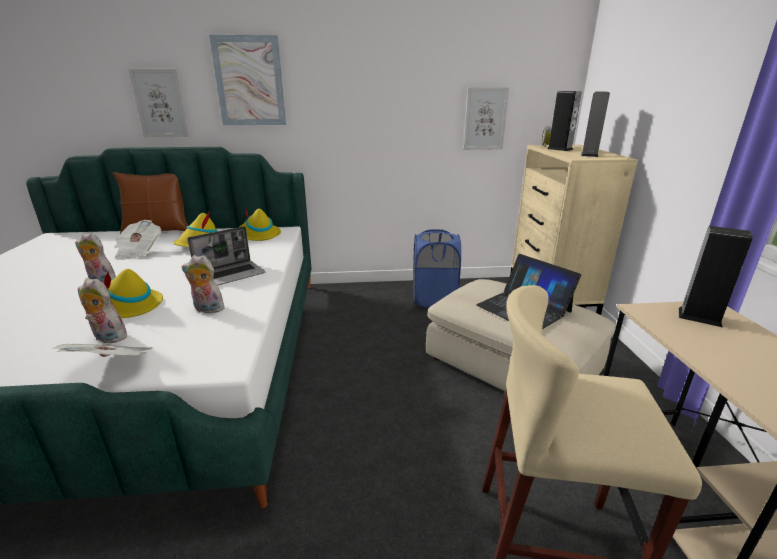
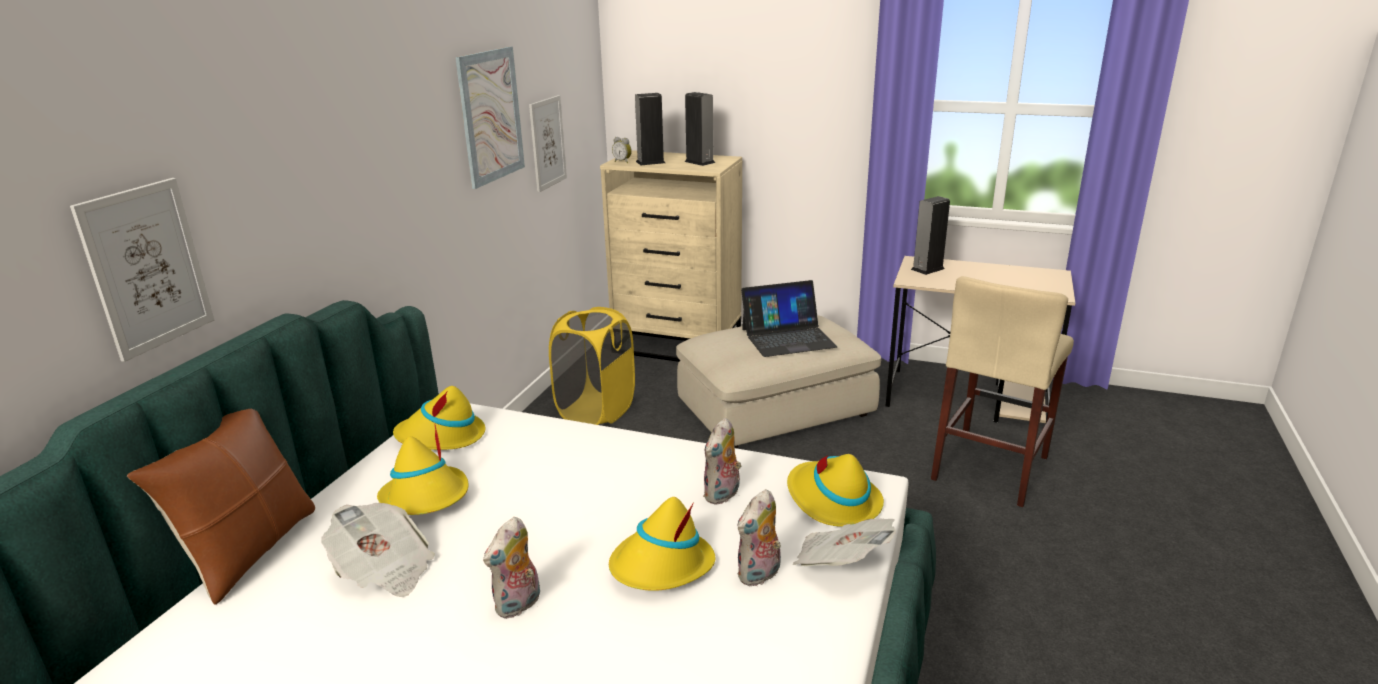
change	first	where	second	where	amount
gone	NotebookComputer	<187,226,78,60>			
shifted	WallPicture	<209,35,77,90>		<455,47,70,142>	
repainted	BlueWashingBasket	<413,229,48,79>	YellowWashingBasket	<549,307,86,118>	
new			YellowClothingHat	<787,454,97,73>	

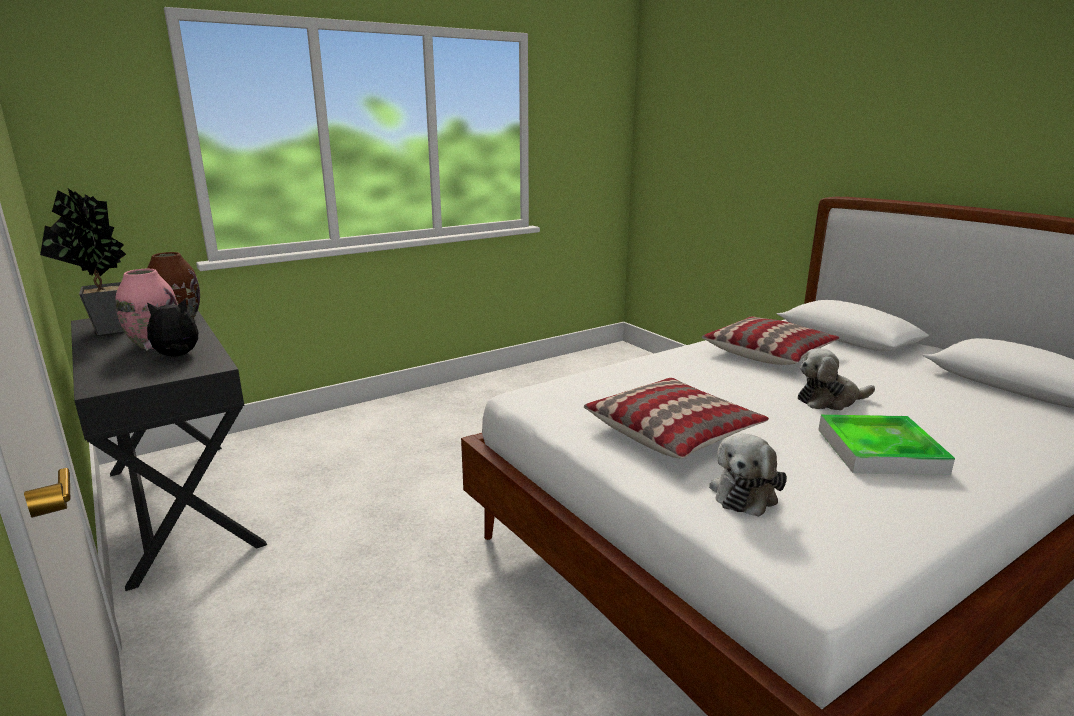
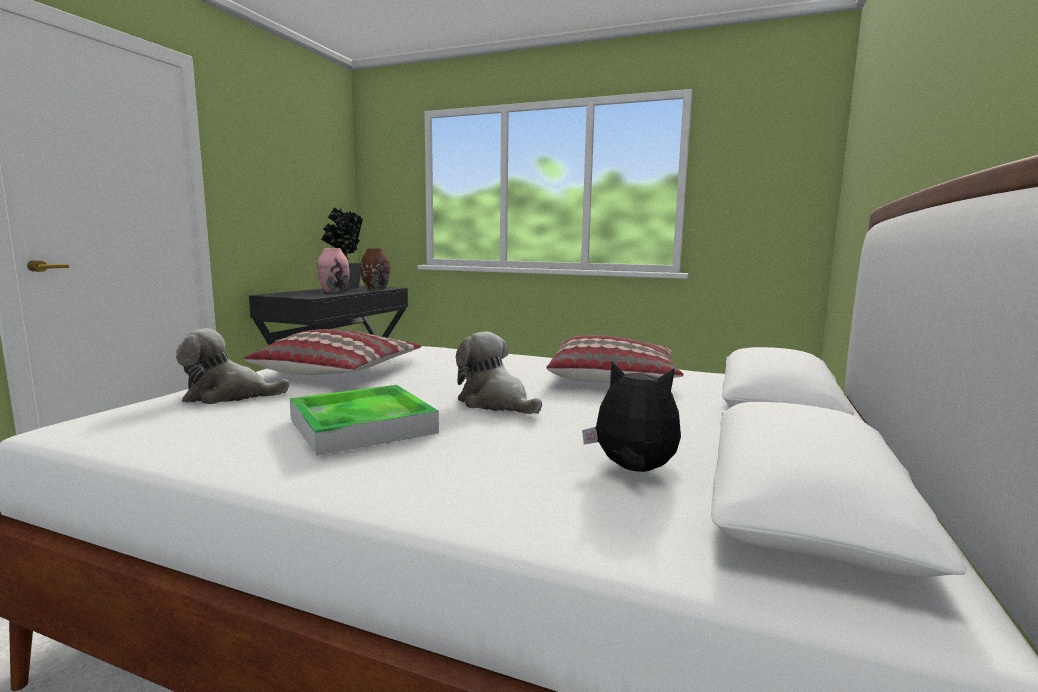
change	first	where	second	where	amount
shifted	PlushToy	<143,298,55,59>		<582,362,99,110>	

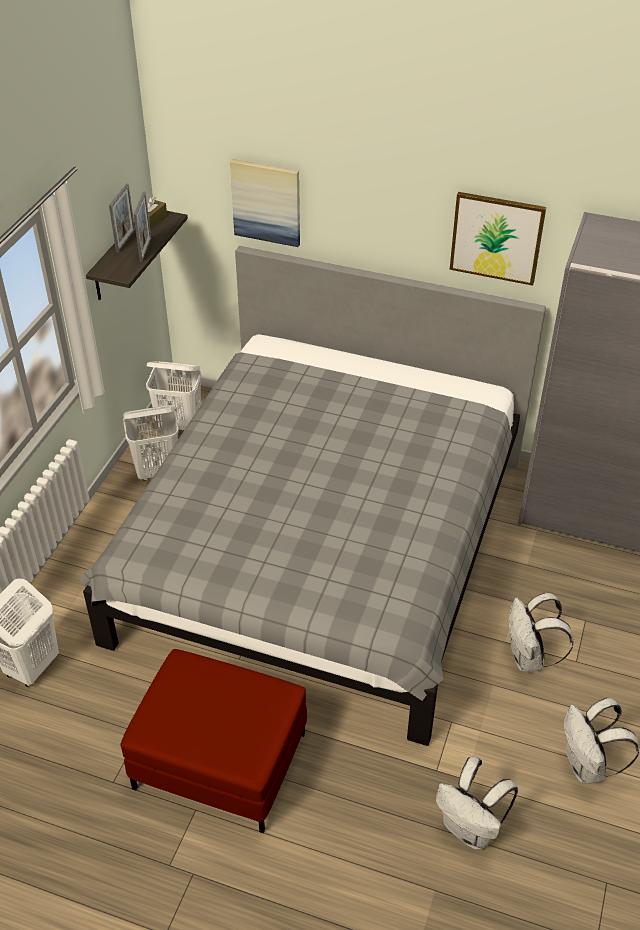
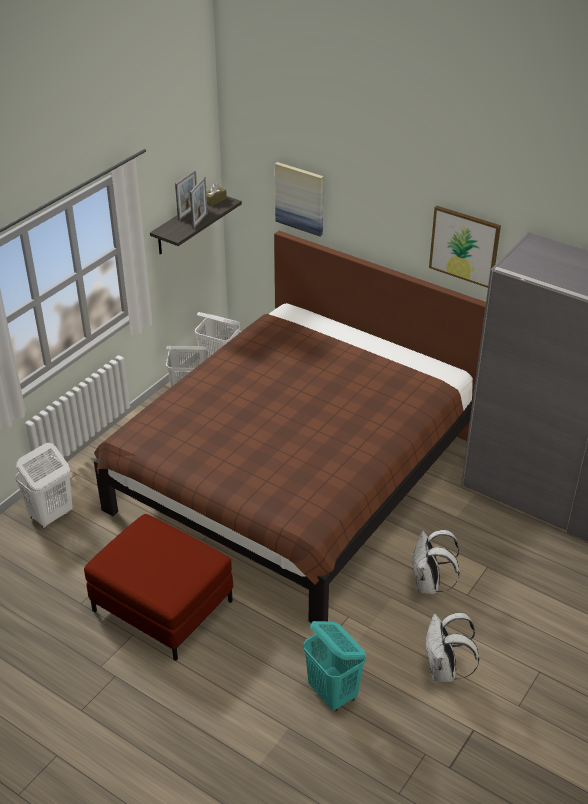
change	first	where	second	where	amount
repainted	GreyishSleepingBed	<79,246,467,500>	BrownSleepingBed	<94,231,392,398>	
swapped	WhiteBackpack	<435,757,83,93>	TurquoiseColouredWashingBasket	<303,621,63,91>	

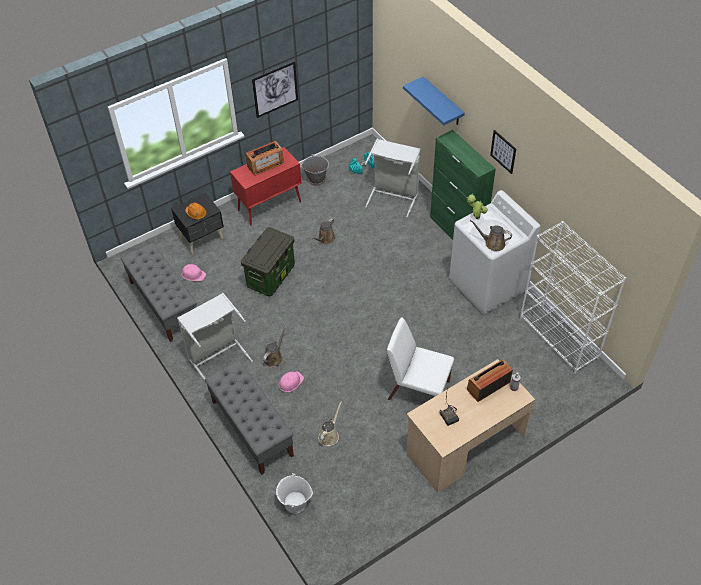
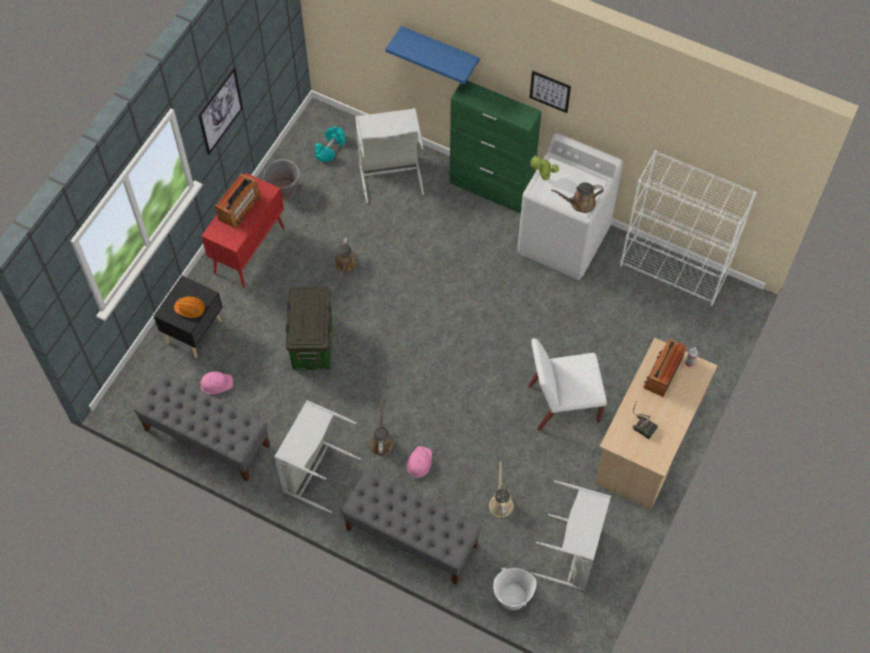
change	first	where	second	where	amount
new			GreyishWashingBasket	<531,480,80,111>	

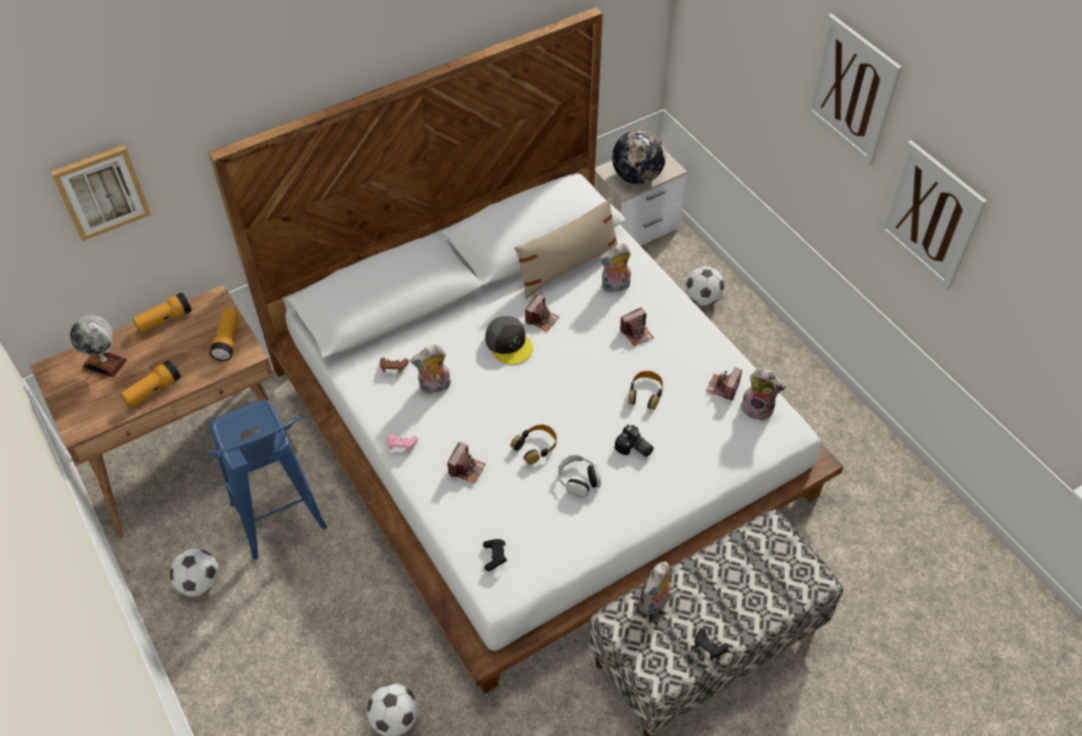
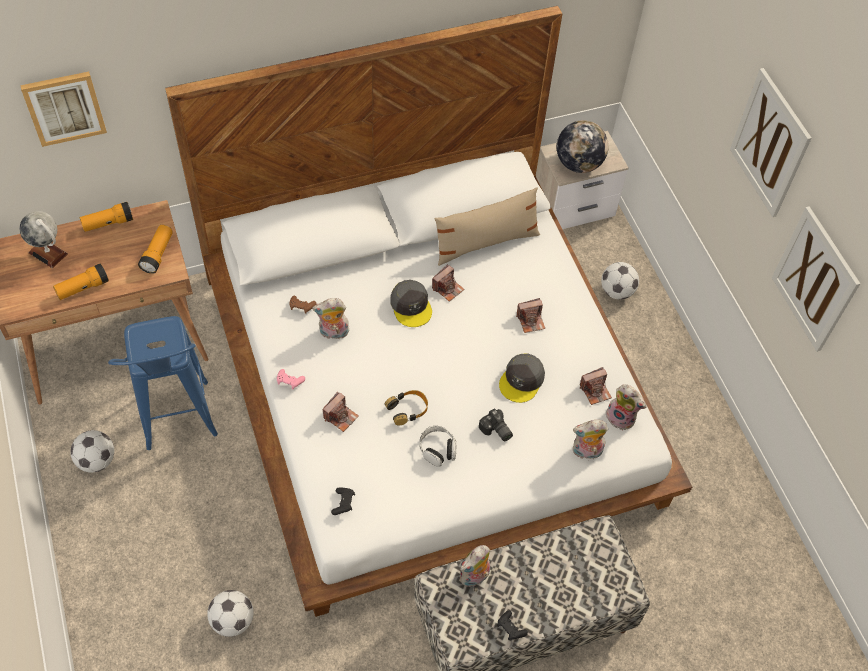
change	first	where	second	where	amount
shifted	PlushToy	<599,244,32,49>		<573,420,35,39>	
swapped	Headset	<628,371,35,39>	GreyishBaseballCap	<499,354,46,49>	
rotated	StillCamera	<706,367,36,34>		<580,367,32,38>	150 degrees counterclockwise

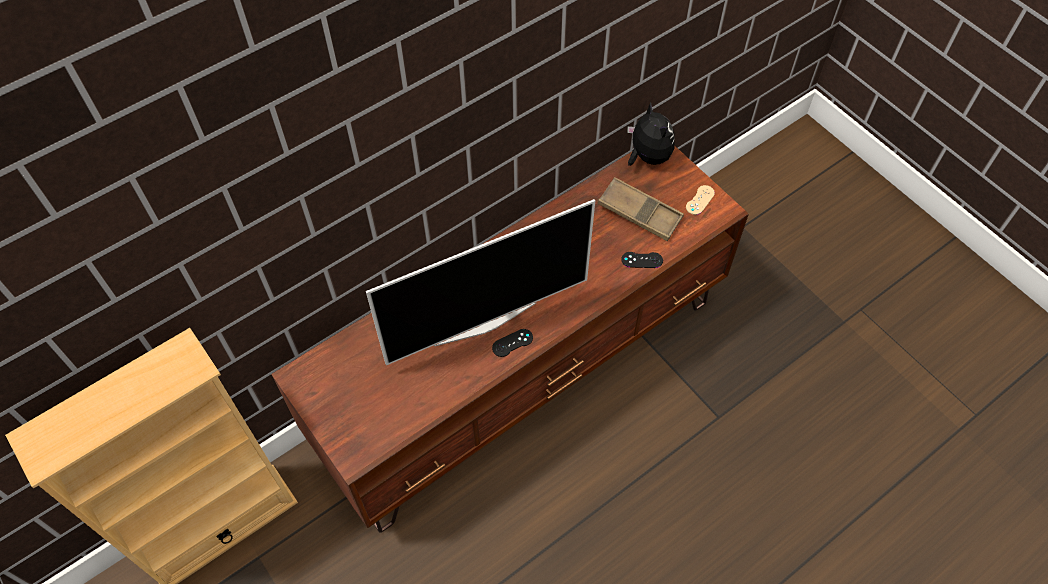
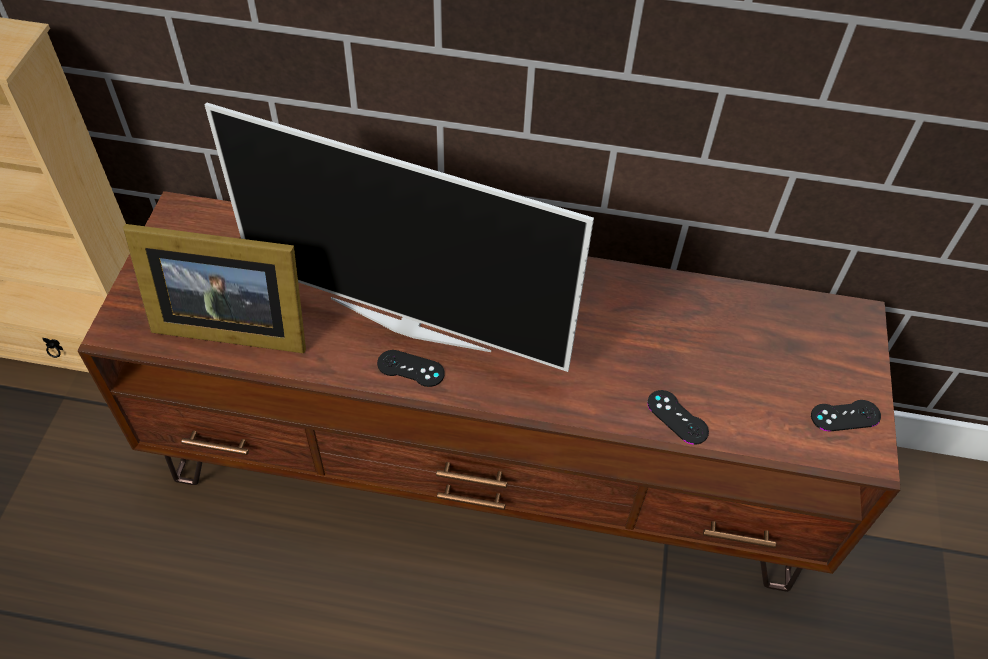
change	first	where	second	where	amount
gone	BrownServingTray	<598,177,86,64>			
gone	PlushToy	<627,102,48,64>			
repainted	BeigeColouredGameController	<686,185,29,30>	BlackishGameController	<811,400,70,31>	
new			StandingFrame	<123,224,183,129>	

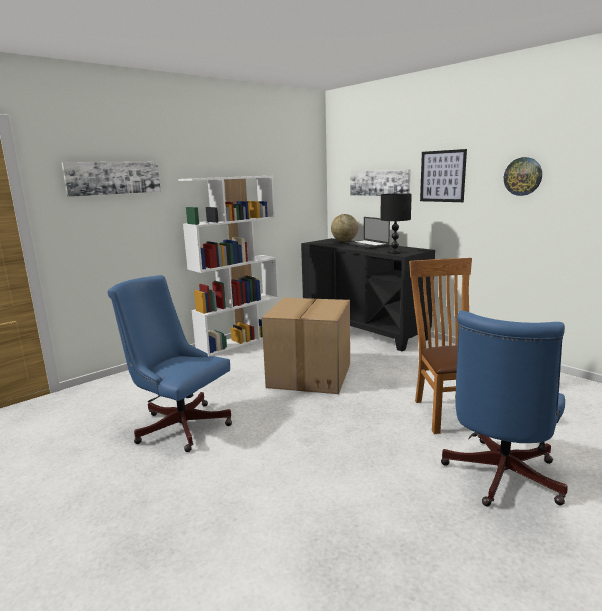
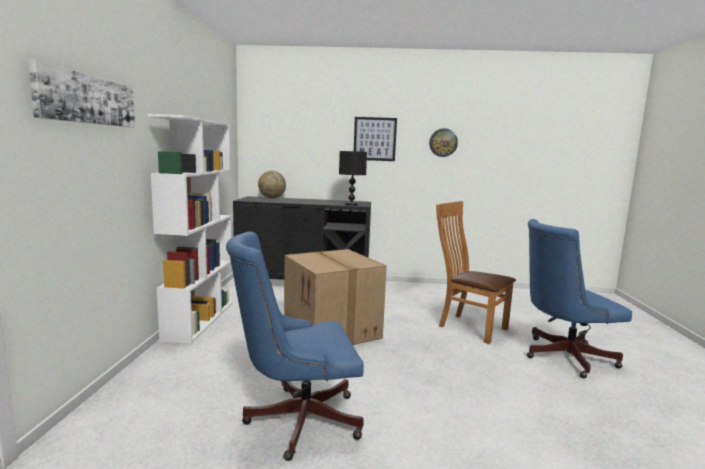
change	first	where	second	where	amount
gone	NotebookComputer	<346,217,44,32>			
gone	WallPicture	<350,170,61,26>			
rotated	BlueDeskChair	<441,310,127,196>		<527,219,105,159>	90 degrees clockwise

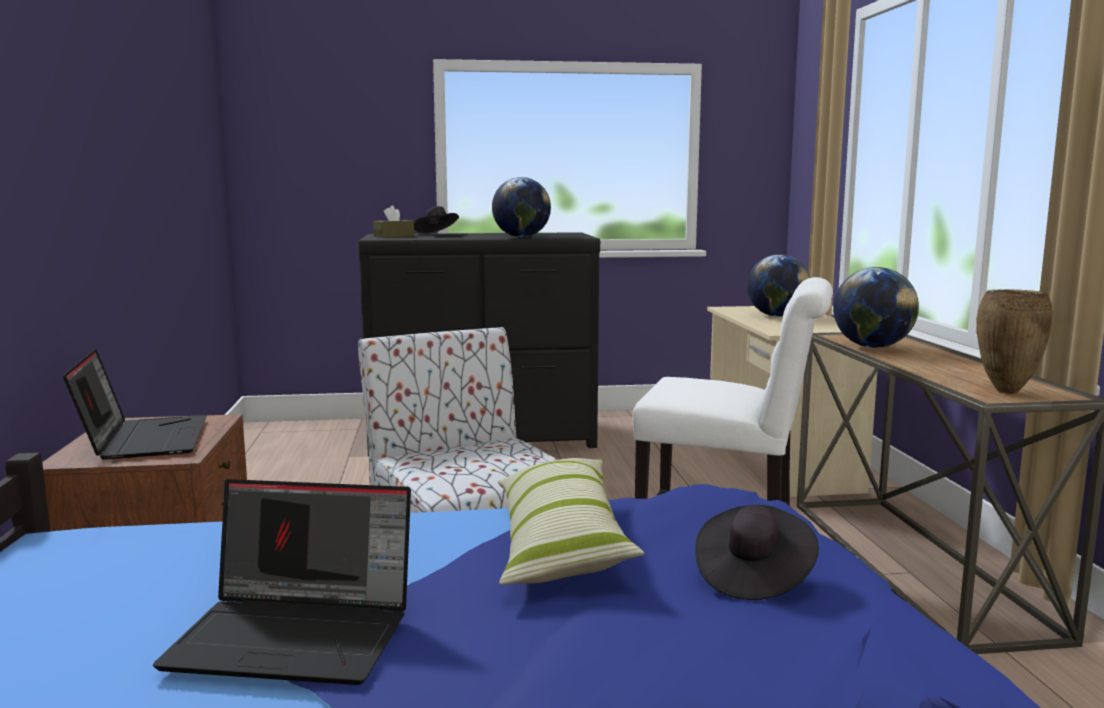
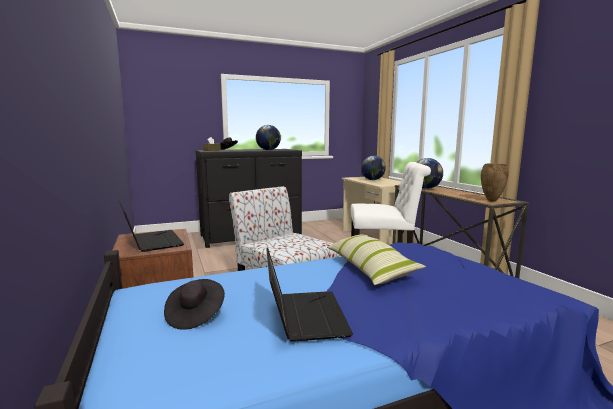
change	first	where	second	where	amount
rotated	NotebookComputer	<153,479,258,206>		<266,248,87,94>	90 degrees counterclockwise
shifted	BlackishClothingHat	<695,505,124,95>		<164,279,61,51>	

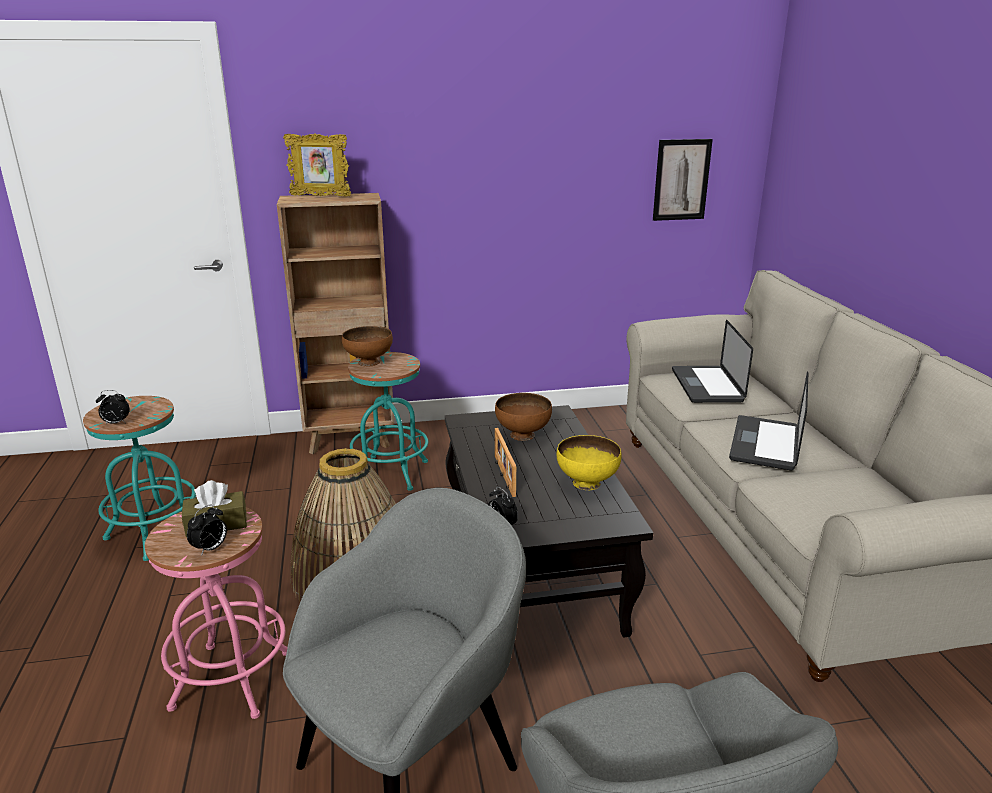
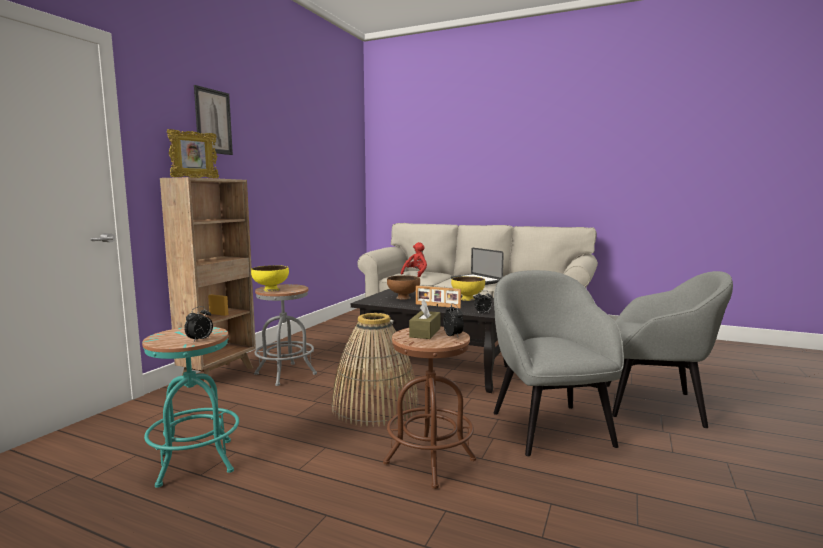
change	first	where	second	where	amount
repainted	PinkColouredSittingStool	<145,507,142,212>	BrownSittingStool	<383,327,93,162>	
repainted	BrownBowl	<342,326,51,41>	YellowBowl	<251,265,38,26>	
repainted	TurquoiseColouredSittingStool	<348,352,80,139>	GreyishSittingStool	<254,284,63,102>	
shifted	WallPicture	<653,139,60,82>		<194,85,39,70>	
swapped	NotebookComputer	<672,320,81,83>	ReddishPlushToy	<401,242,26,35>	

